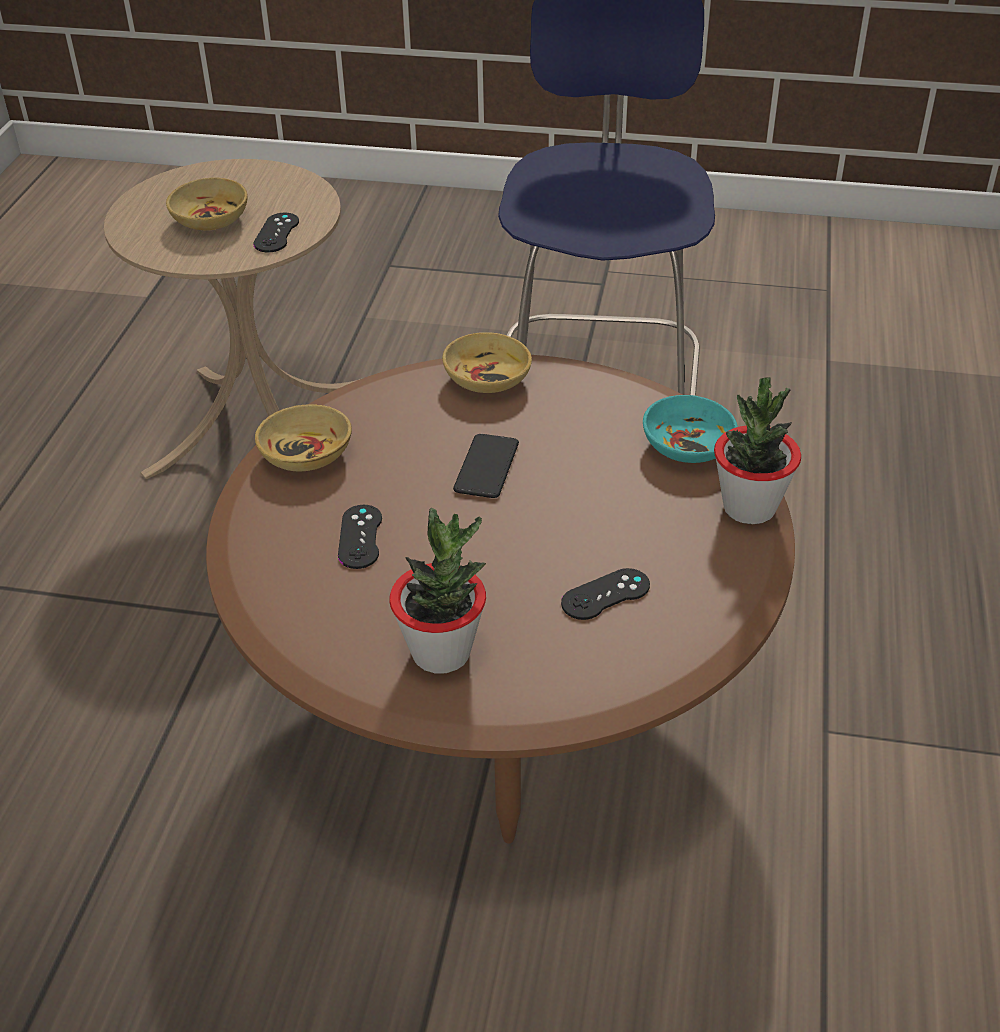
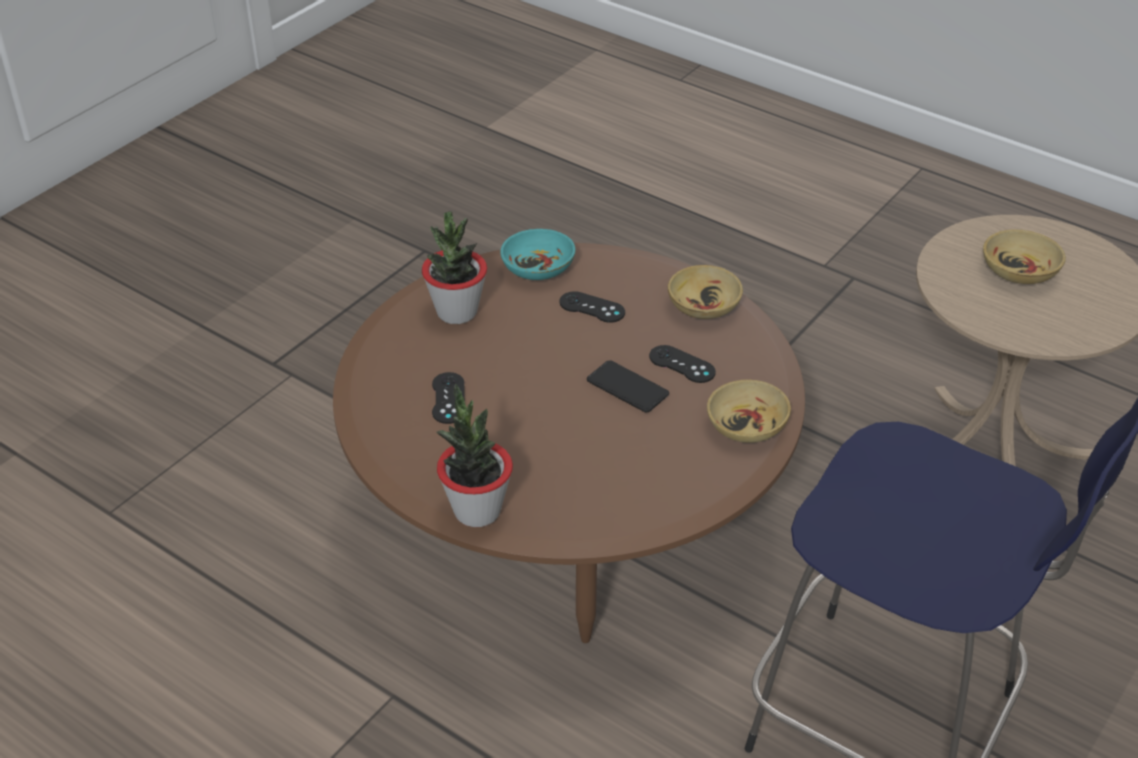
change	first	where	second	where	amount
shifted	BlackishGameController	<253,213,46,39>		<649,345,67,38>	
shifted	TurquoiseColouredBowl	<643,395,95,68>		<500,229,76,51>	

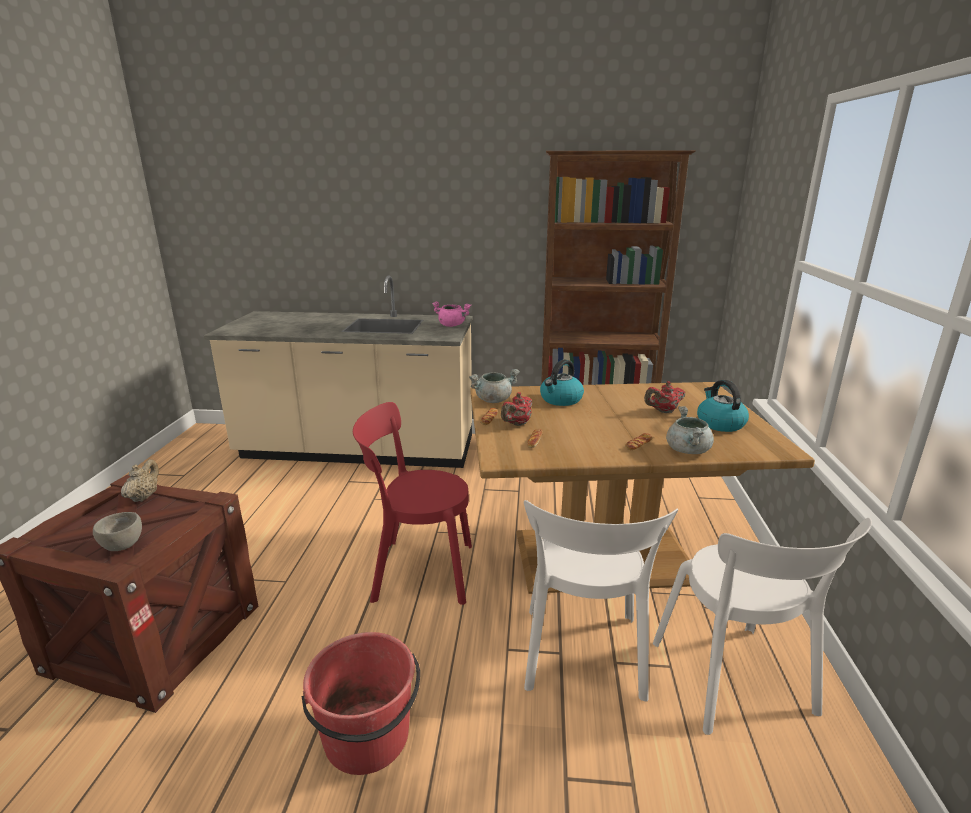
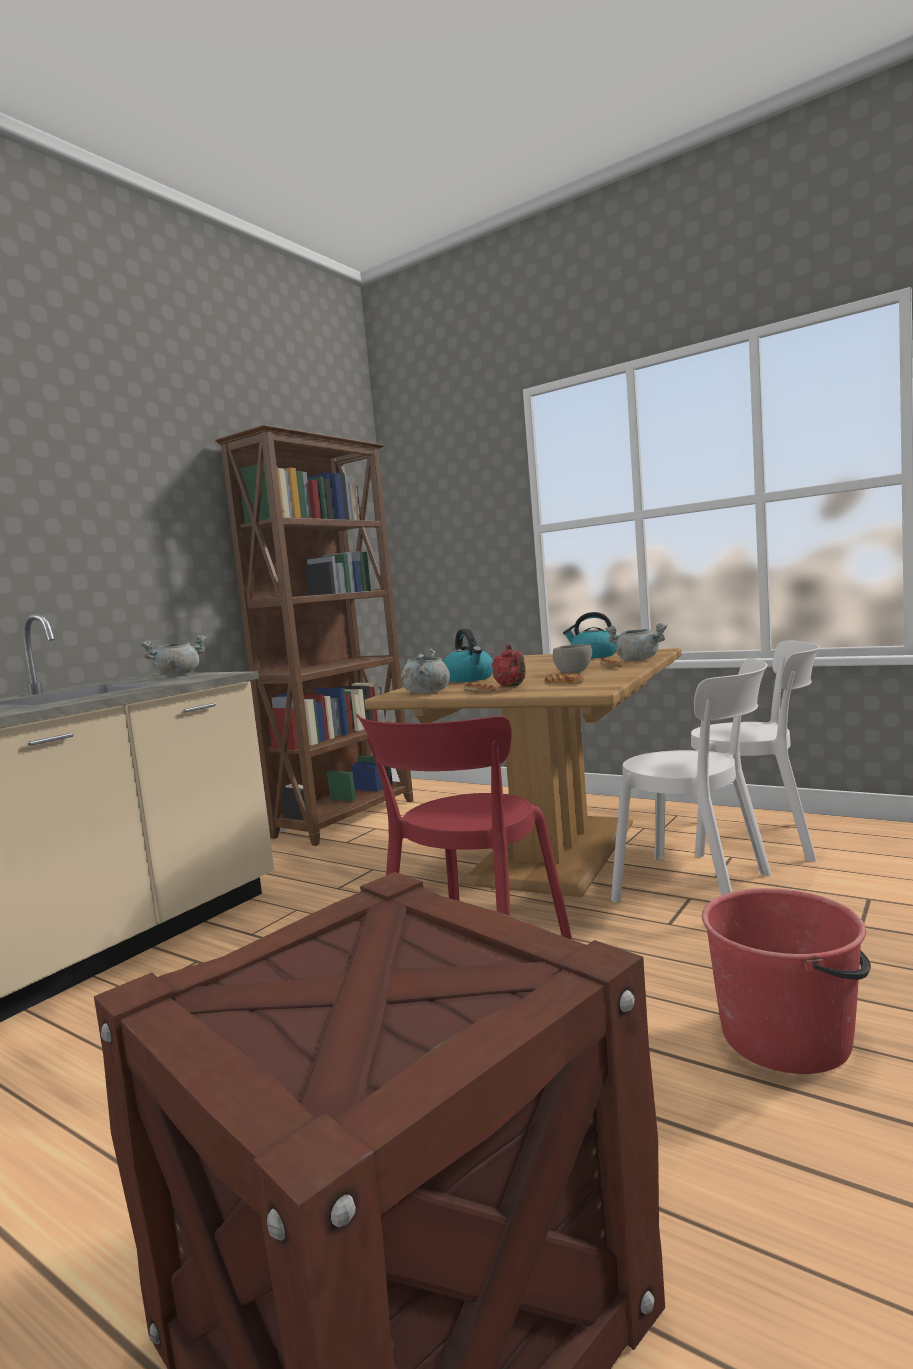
change	first	where	second	where	amount
shifted	GreyishBowl	<93,512,49,39>		<553,644,39,29>	
gone	BeigeColouredPotForTea	<121,459,38,43>			
repainted	PinkColouredStockpot	<432,301,39,26>	GreyishStockpot	<140,635,66,41>	
gone	ReddishPotForTea	<644,381,41,32>			

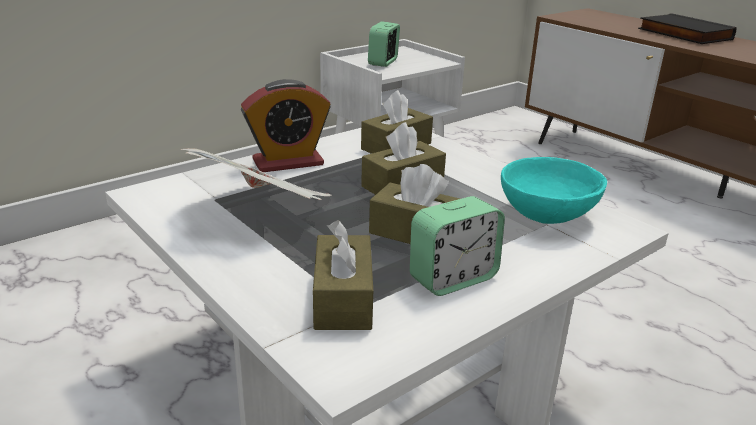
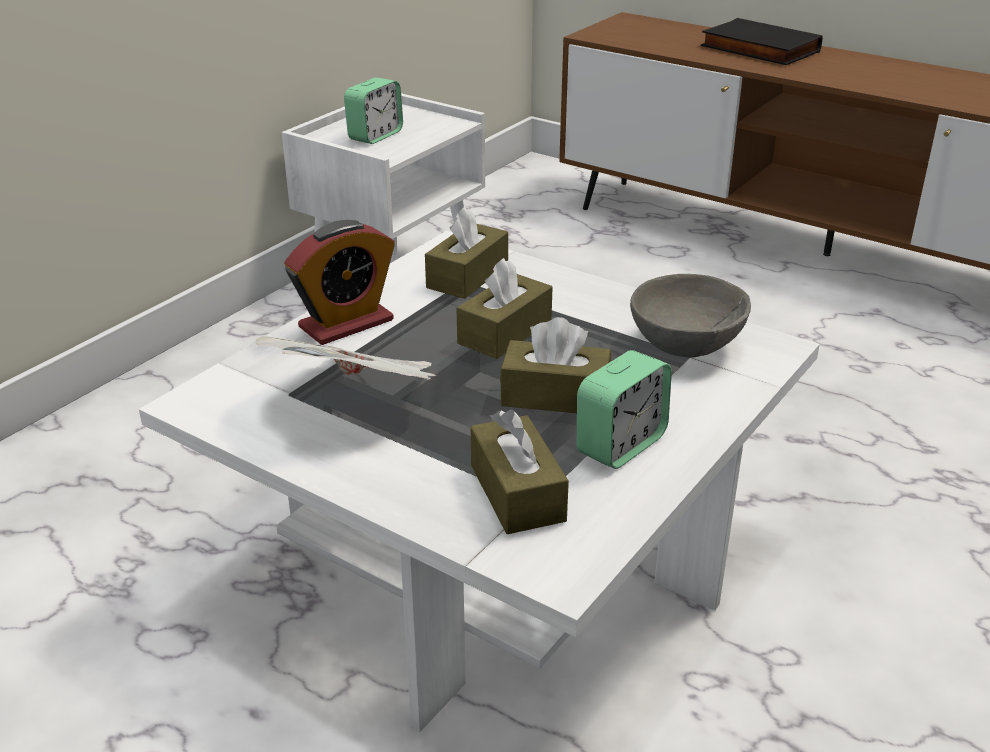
change	first	where	second	where	amount
rotated	TableClock	<368,21,32,46>		<344,78,59,66>	150 degrees counterclockwise
repainted	TurquoiseColouredBowl	<501,157,106,67>	GreyishBowl	<630,274,121,84>	

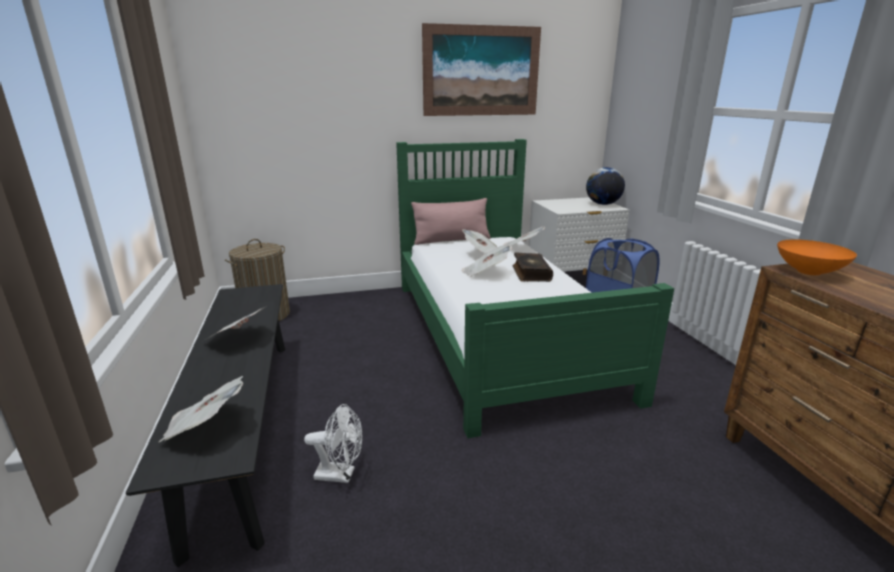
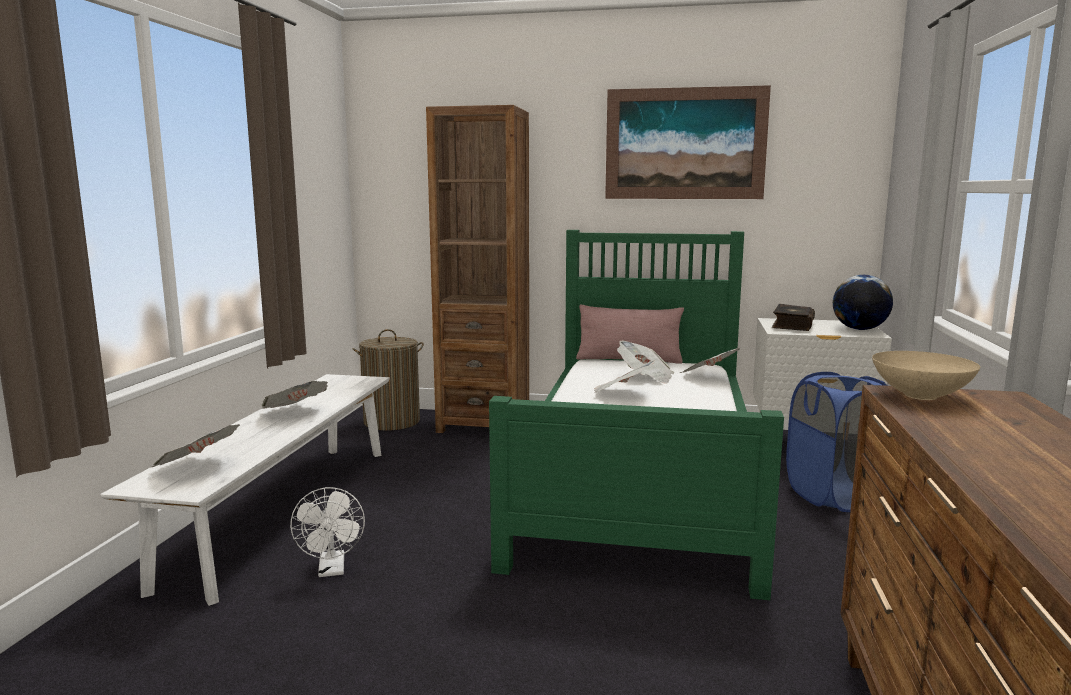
change	first	where	second	where	amount
repainted	BlackishLongSeat	<126,284,159,283>	WhiteLongSeat	<100,374,290,232>	
rotated	WhiteCoolingFan	<304,404,58,79>		<290,487,75,90>	45 degrees clockwise
shifted	BoundBook	<512,252,41,30>		<772,304,43,27>	
repainted	OrangeBowl	<777,239,80,36>	BeigeColouredBowl	<872,351,108,49>	
new			BrownShelvingUnit	<426,105,103,328>	

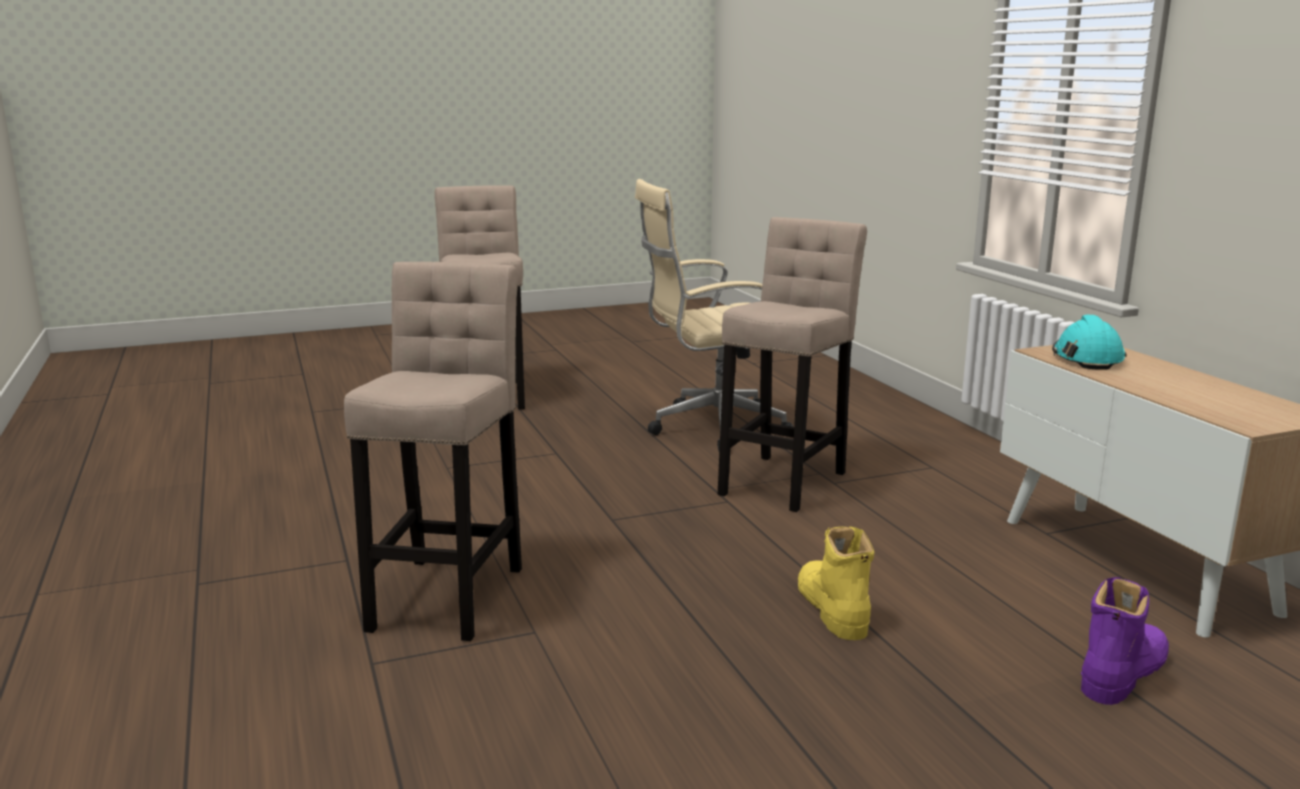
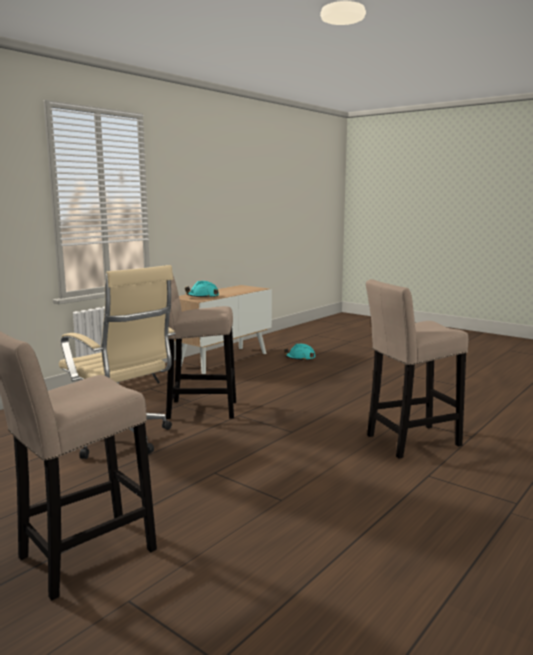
change	first	where	second	where	amount
gone	YellowHighTopBoot	<798,526,76,114>			
swapped	PurpleColouredHighTopBoot	<1081,577,88,128>	TurquoiseColouredHardHat	<284,344,32,17>	

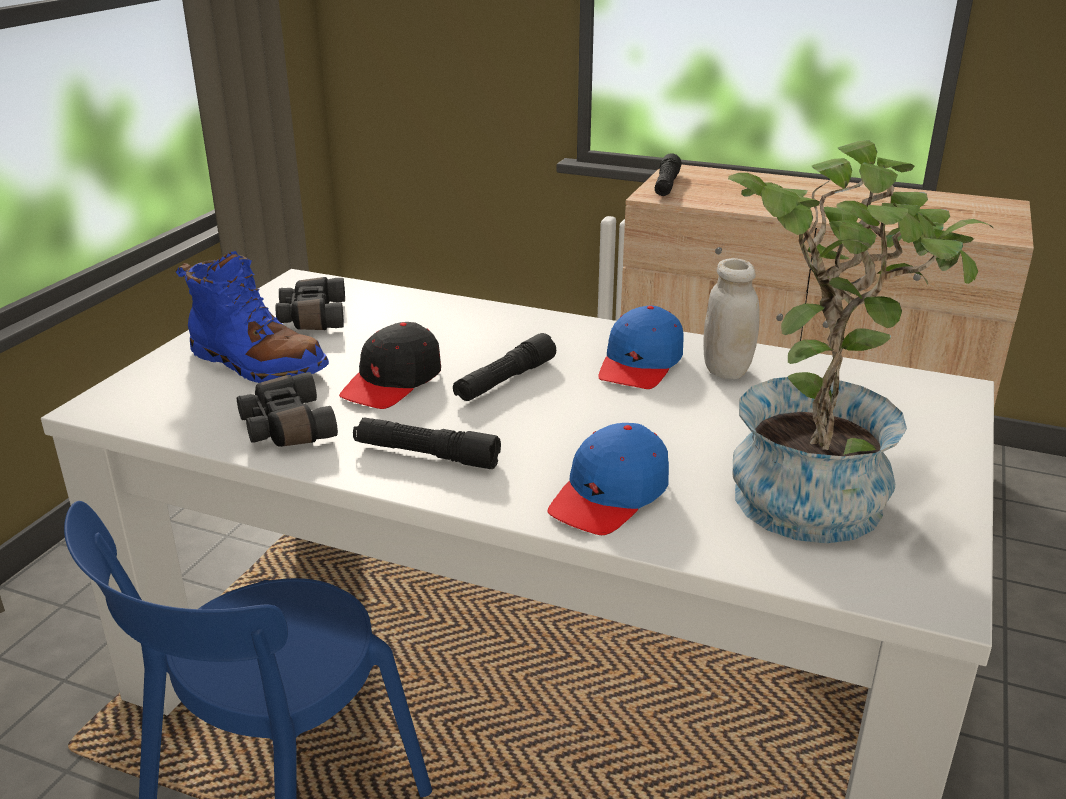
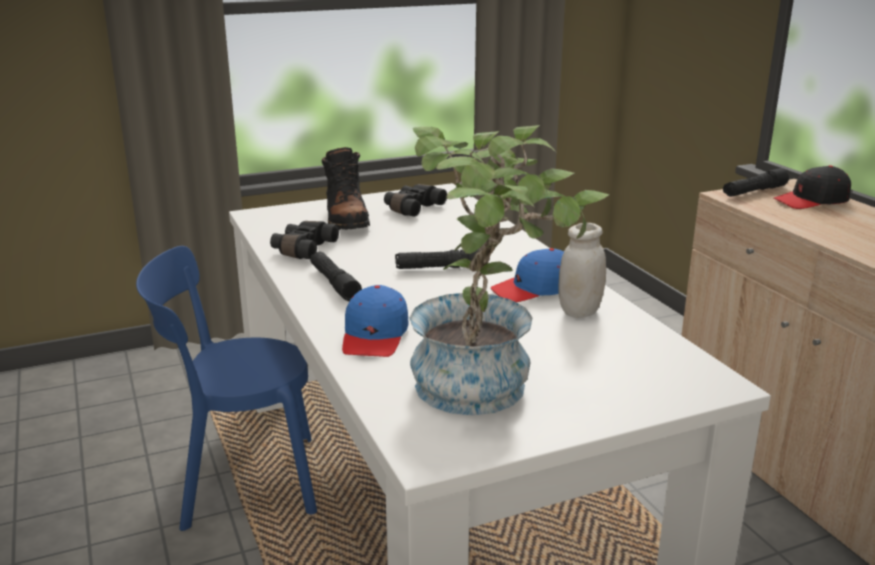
change	first	where	second	where	amount
repainted	BlueHighTopBoot	<175,251,154,132>	BlackishHighTopBoot	<322,147,48,83>	
shifted	BlackishBaseballCap	<339,322,102,87>		<773,165,78,44>	
rotated	BlueBaseballCap	<548,423,121,112>		<342,285,67,72>	75 degrees counterclockwise

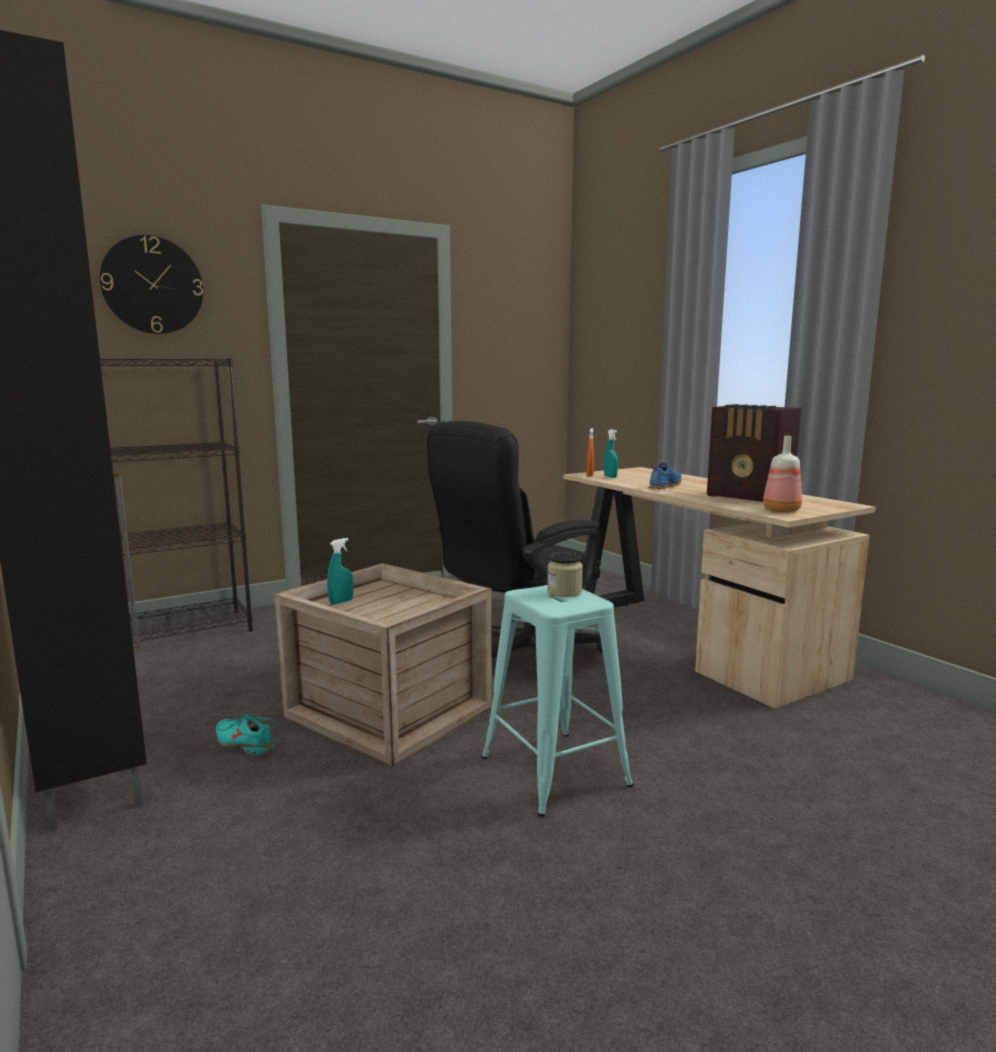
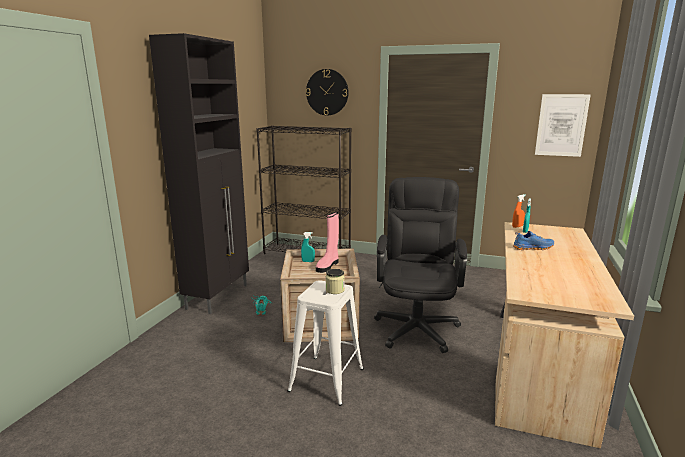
change	first	where	second	where	amount
rotated	BlackishDeskChair	<427,421,176,237>		<374,177,93,176>	90 degrees clockwise
repainted	TurquoiseColouredSittingStool	<481,585,152,232>	WhiteSittingStool	<287,280,77,126>	
gone	RadioSet	<707,404,94,98>			
gone	Bottle	<763,436,39,76>			
new			PinkColouredHighTopBoot	<316,212,23,61>	
new			WallPicture	<535,94,56,63>	

